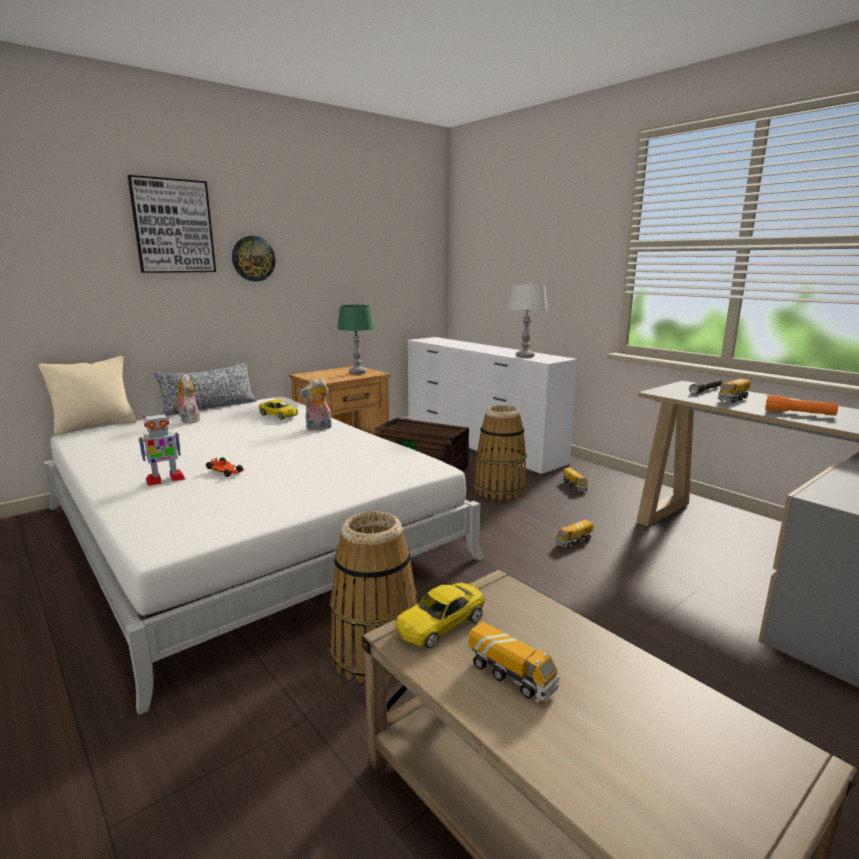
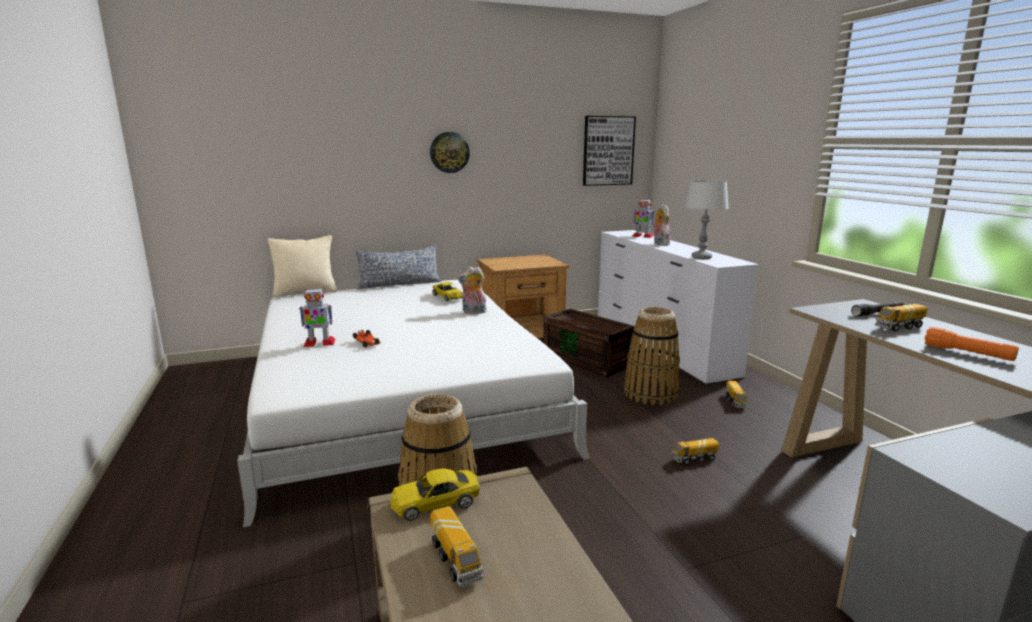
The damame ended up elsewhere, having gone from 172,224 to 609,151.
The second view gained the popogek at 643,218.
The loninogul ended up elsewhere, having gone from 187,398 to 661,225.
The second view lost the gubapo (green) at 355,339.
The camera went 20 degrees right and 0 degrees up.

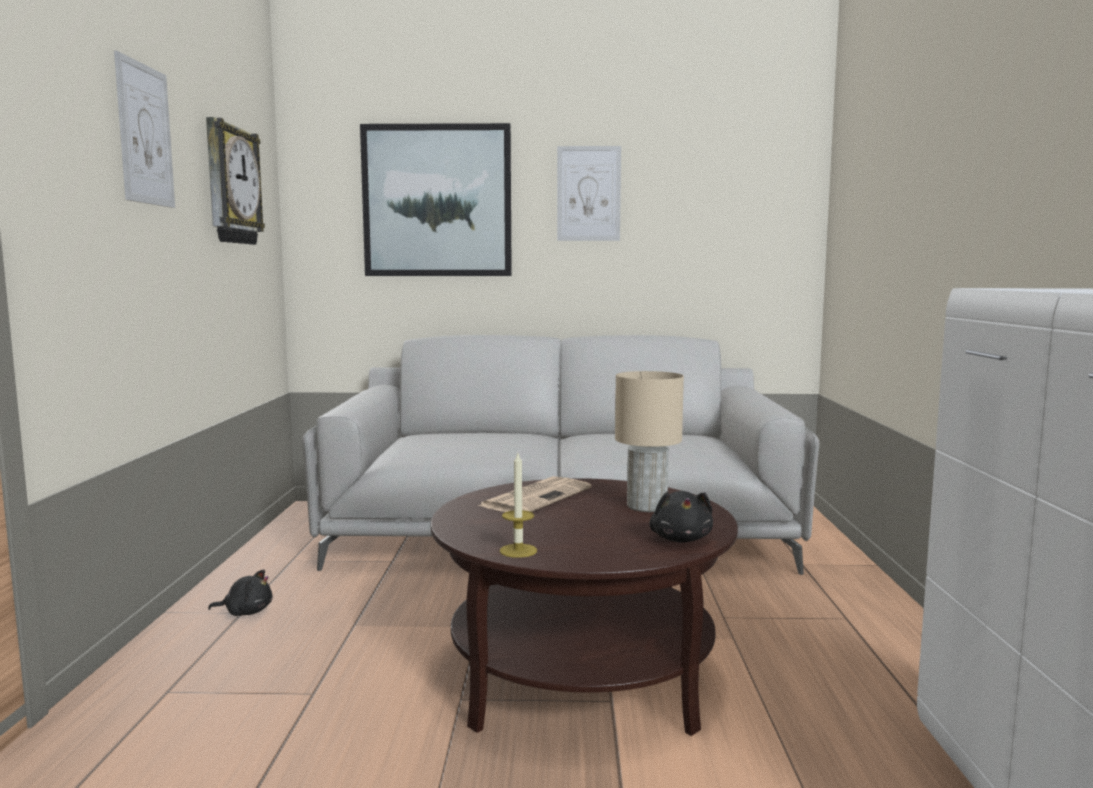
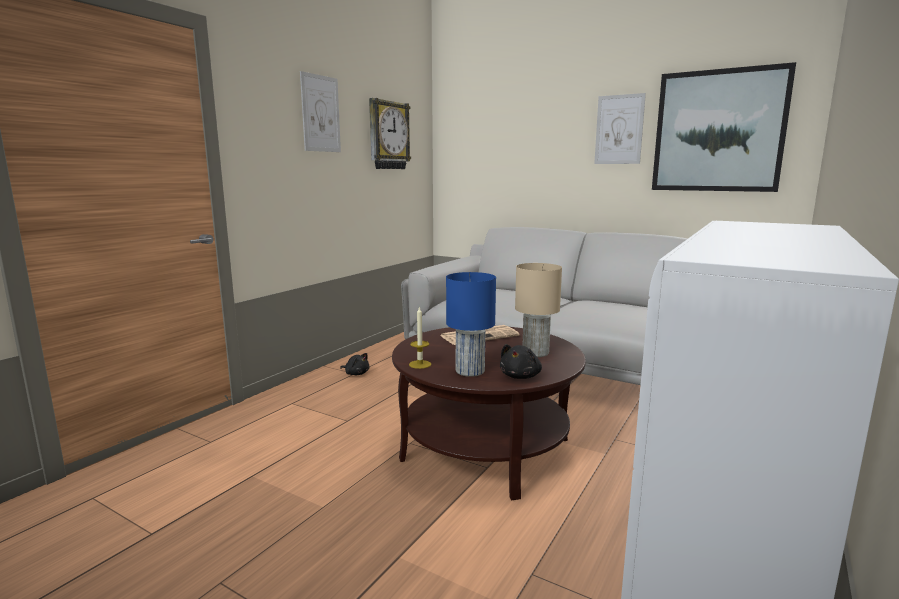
The second view gained the gubapo (blue) at 471,324.
The damame ended up elsewhere, having gone from 436,199 to 724,127.
The camera went 30 degrees right and 5 degrees up.

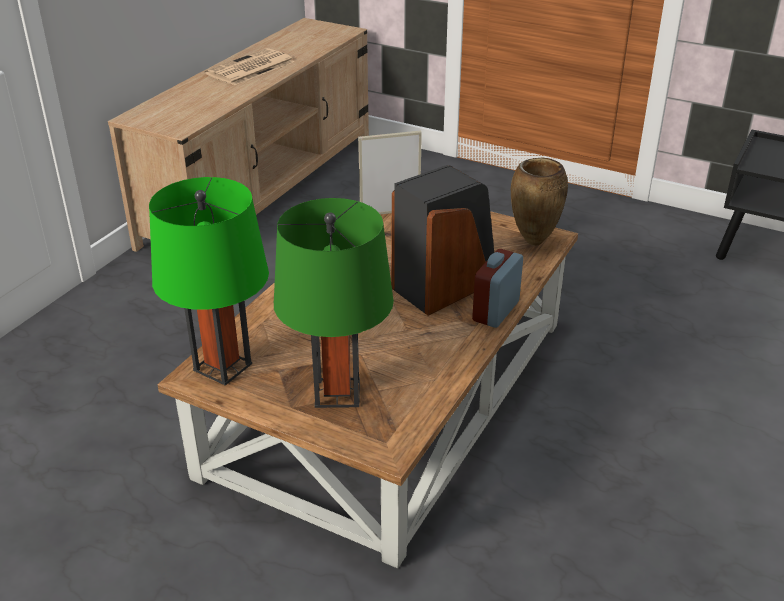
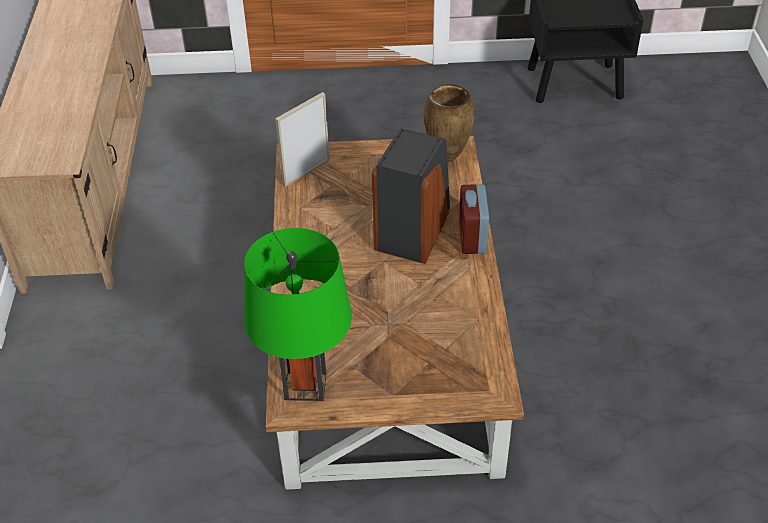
The second view lost the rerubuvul at 249,66.
The second view lost the gubapo (green) at 334,303.
The camera went 30 degrees left and 10 degrees up.

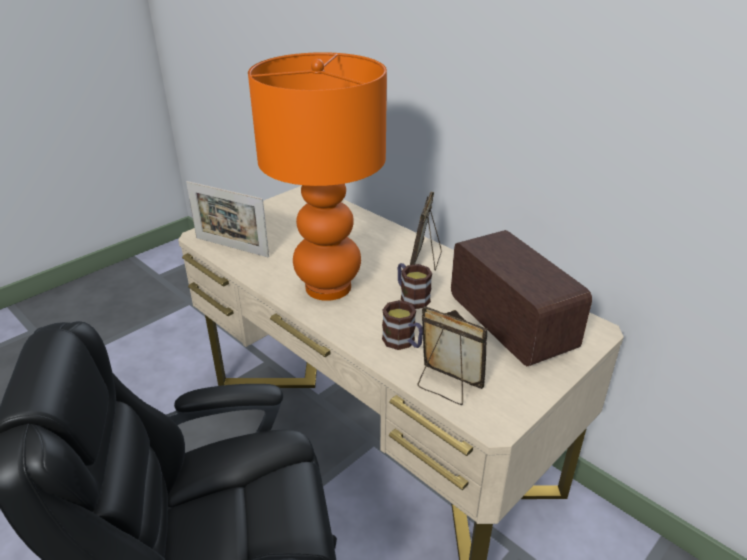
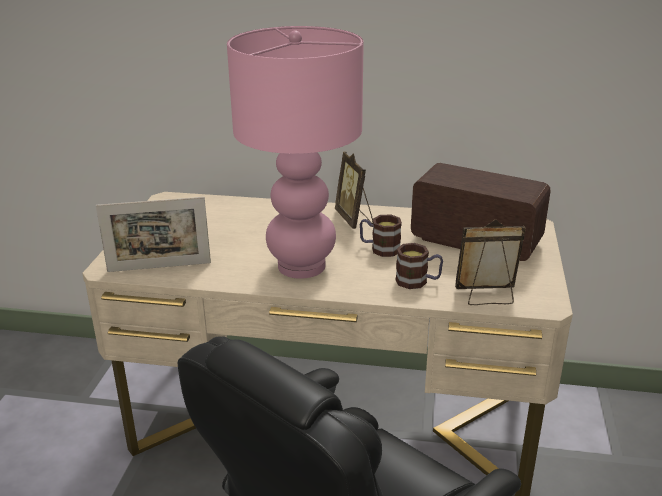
What was the gubapo (orange) at 317,176 turned into the gubapo (pink) at 295,152.
The camera went 35 degrees left and 5 degrees down.

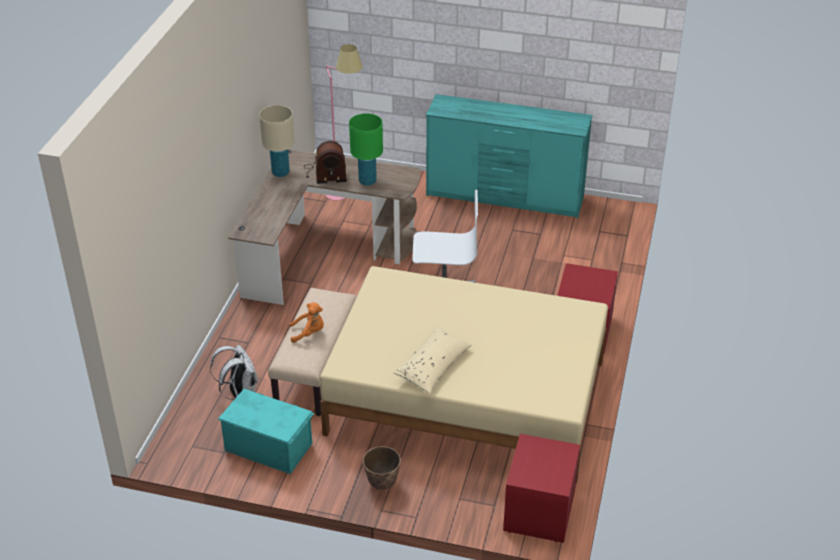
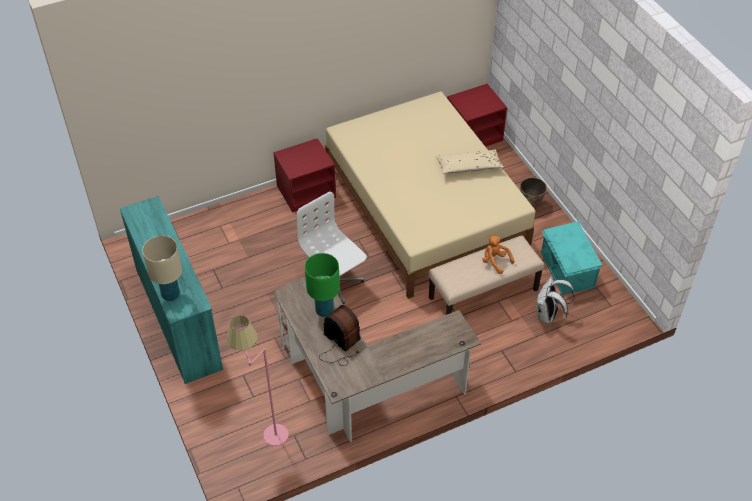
The gubapo (beige) ended up elsewhere, having gone from 276,141 to 162,268.
The camera went 130 degrees left and 10 degrees up.

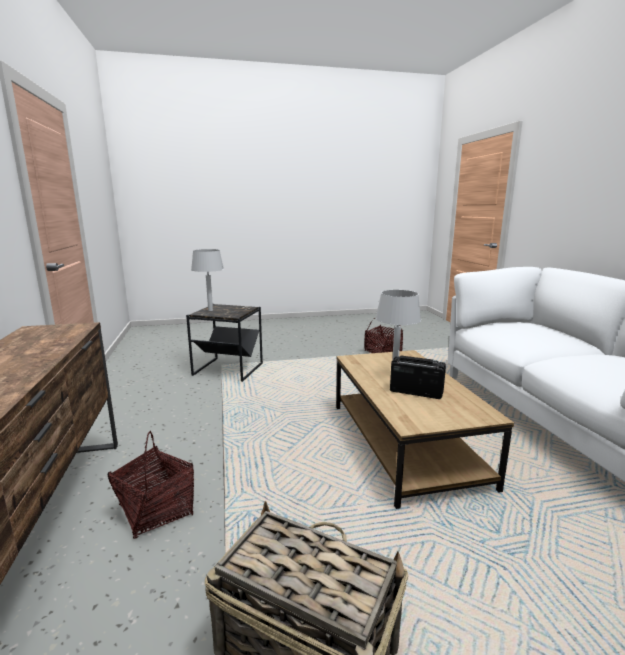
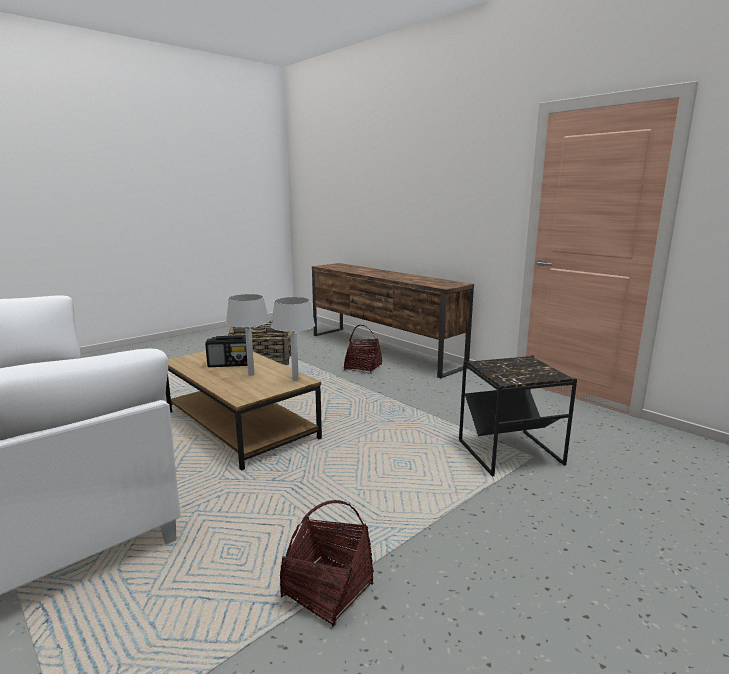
The gubapo (grey) ended up elsewhere, having gone from 207,280 to 293,339.
The camera went 150 degrees right and 0 degrees up.

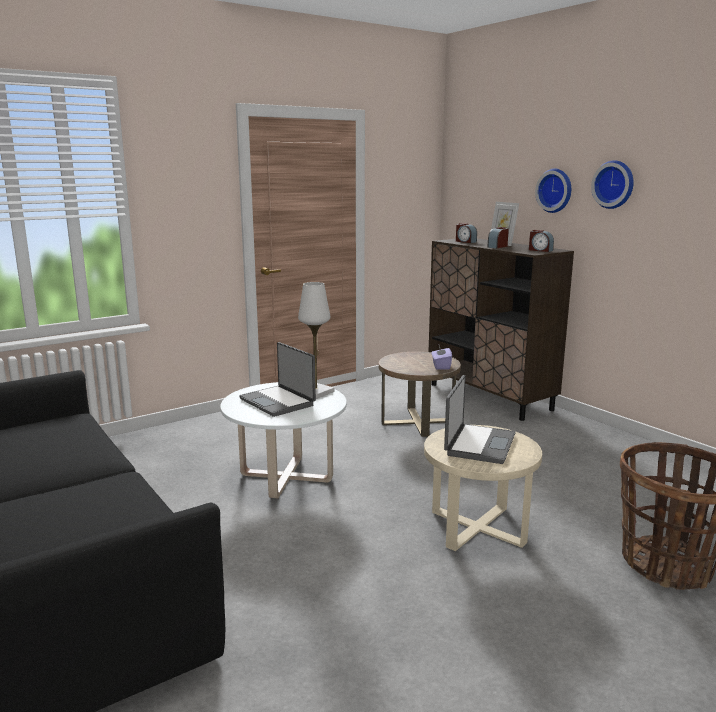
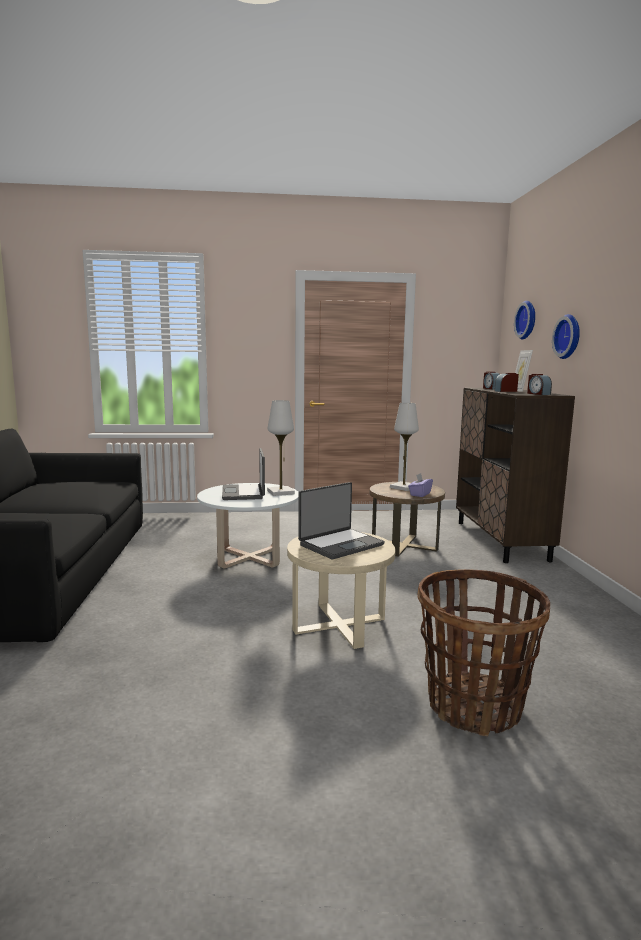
The second view gained the gubapo (white) at 404,447.
The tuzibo ended up elsewhere, having gone from 612,184 to 524,320.
The camera went 30 degrees right and 5 degrees down.

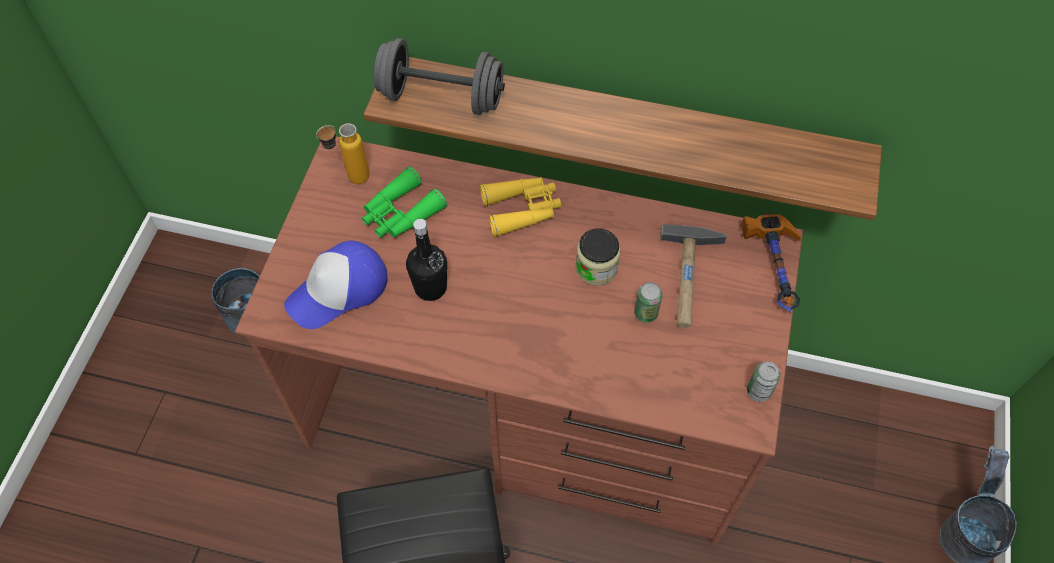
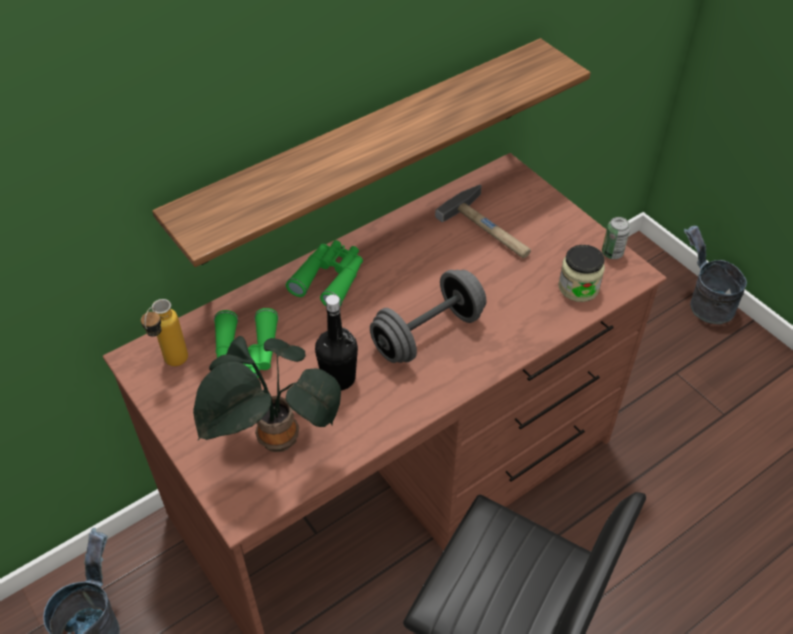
Where the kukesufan stood at 335,285, the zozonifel came to stand at 267,394.
What was the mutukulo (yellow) at 520,207 turned into the mutukulo (green) at 324,273.
The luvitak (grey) ended up elsewhere, having gone from 439,76 to 428,316.
The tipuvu ended up elsewhere, having gone from 598,256 to 582,273.
The second view lost the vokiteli at 648,302.
The second view lost the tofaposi at 771,263.
The camera went 50 degrees left and 10 degrees down.

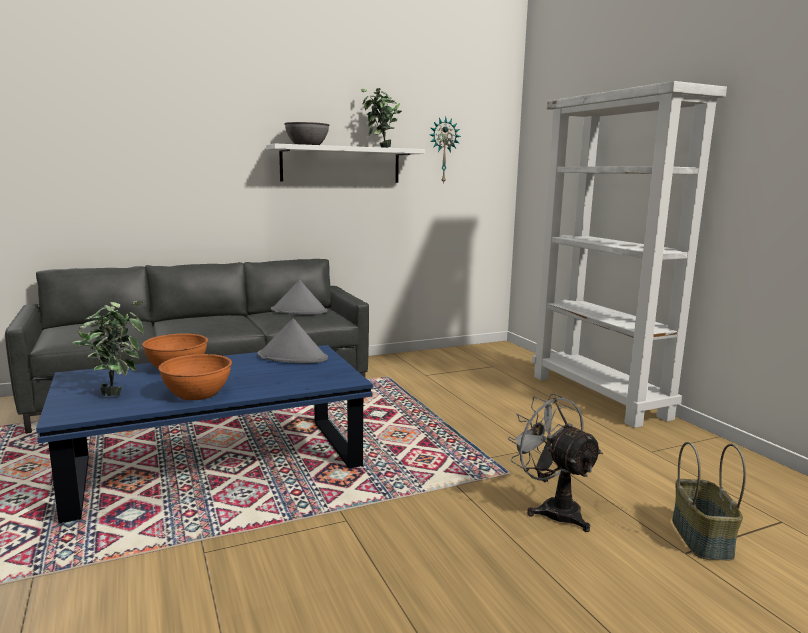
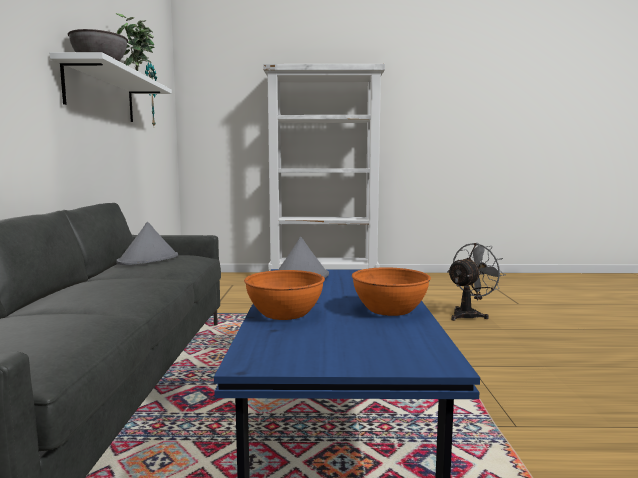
The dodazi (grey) at 555,462 ended up facing another way, 150 degrees clockwise from before.
The second view lost the zozonifel at 108,348.
The second view lost the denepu at 709,501.
The camera went 65 degrees left and 5 degrees down.

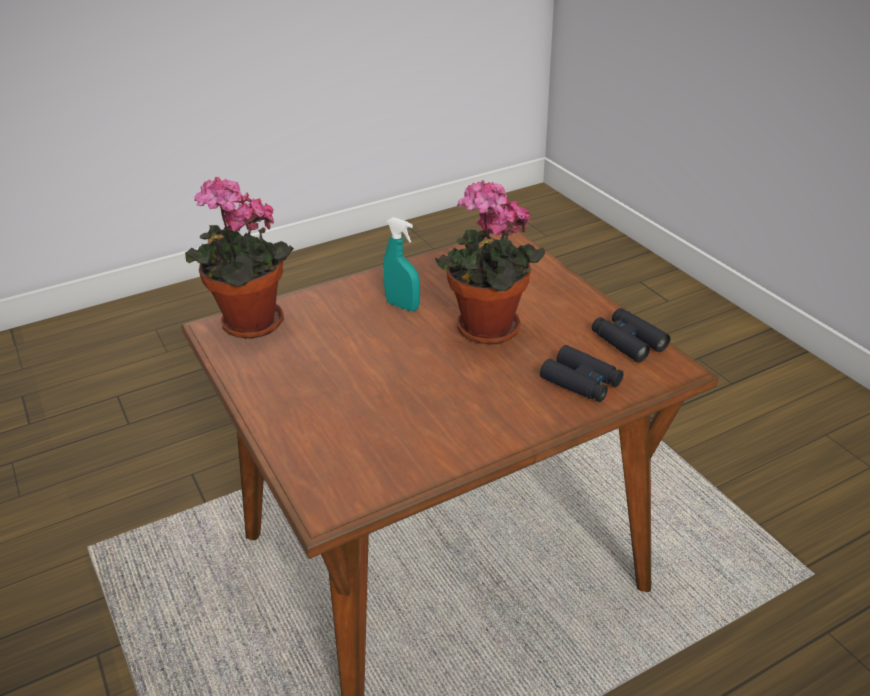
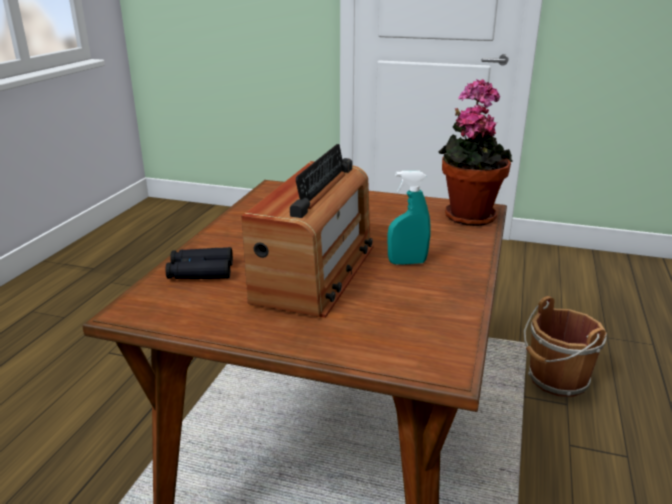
Where the zozonifel stood at 490,262, the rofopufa came to stand at 308,231.
The second view gained the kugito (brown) at 565,346.
The second view lost the mutukulo (black) at 631,335.
The camera went 135 degrees right and 10 degrees down.

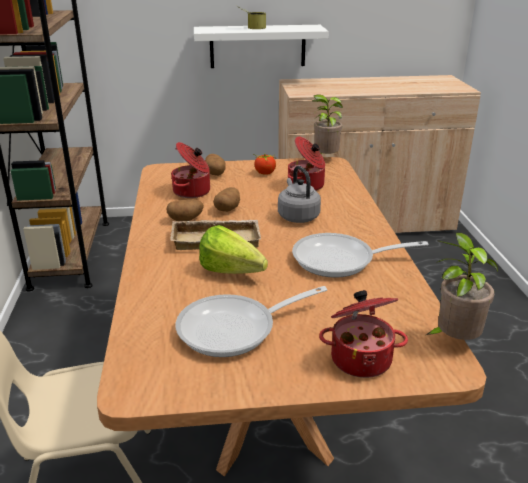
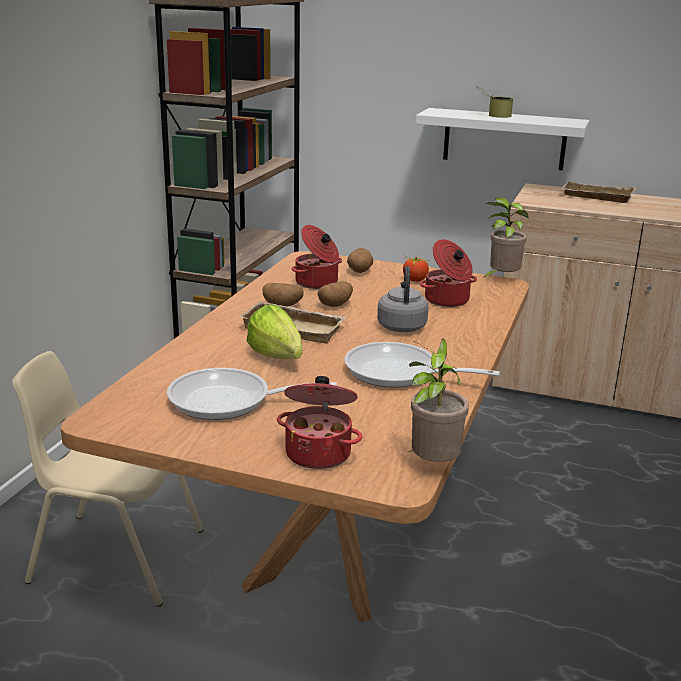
The second view gained the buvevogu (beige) at 598,192.
The camera went 25 degrees right and 5 degrees down.

